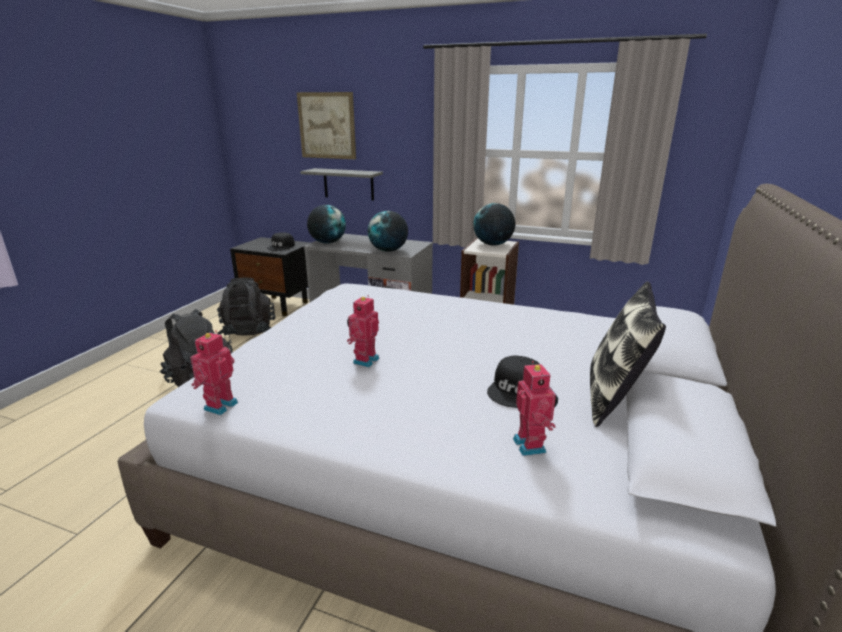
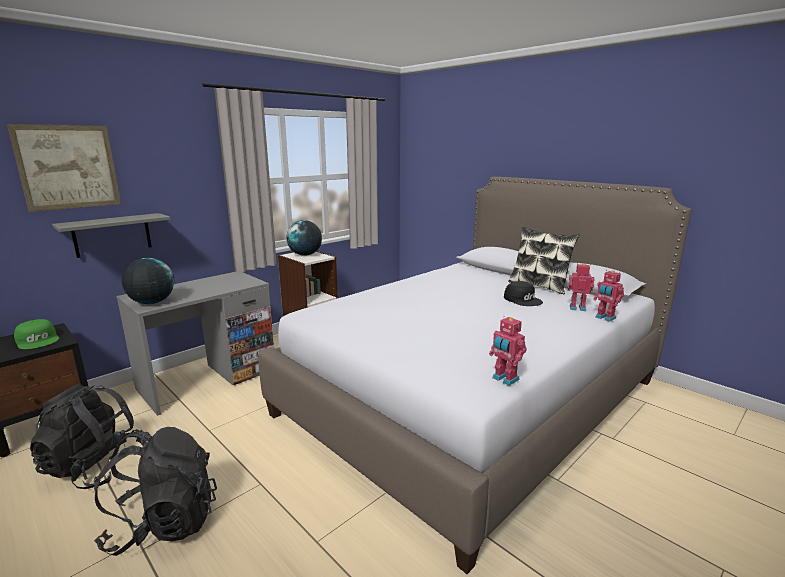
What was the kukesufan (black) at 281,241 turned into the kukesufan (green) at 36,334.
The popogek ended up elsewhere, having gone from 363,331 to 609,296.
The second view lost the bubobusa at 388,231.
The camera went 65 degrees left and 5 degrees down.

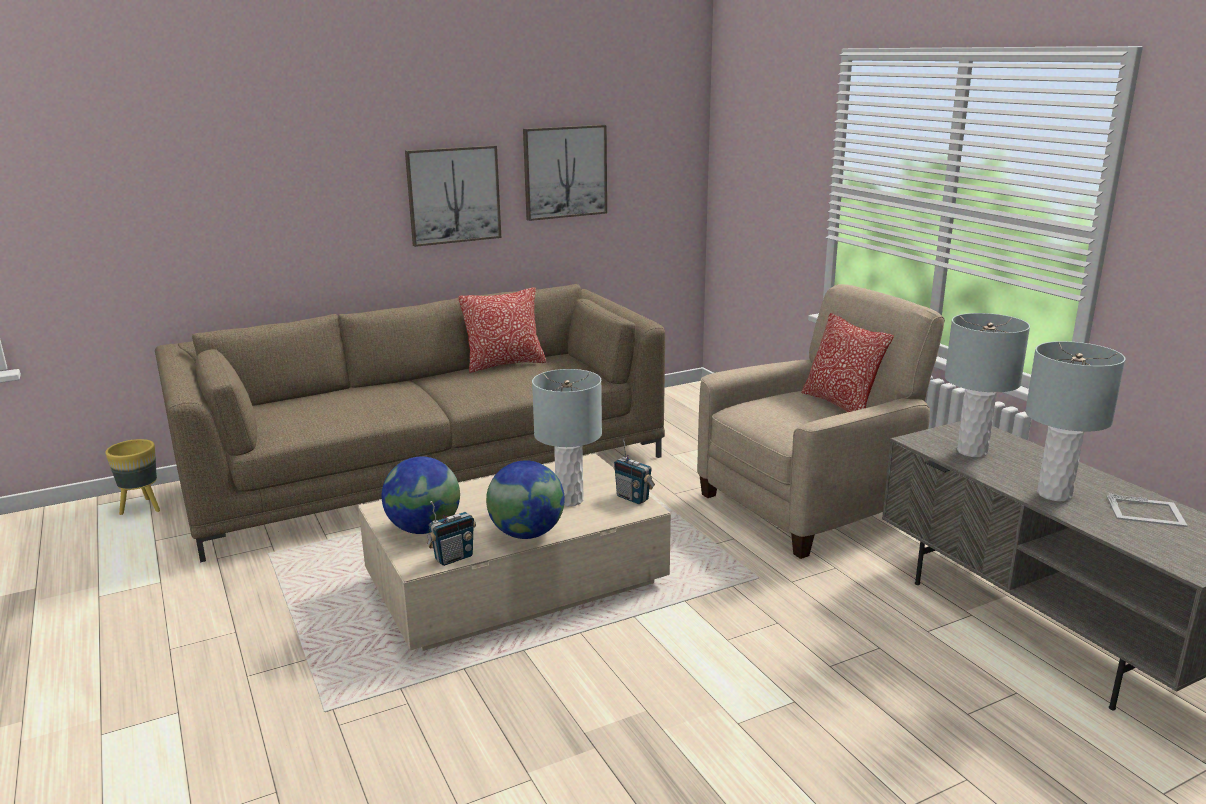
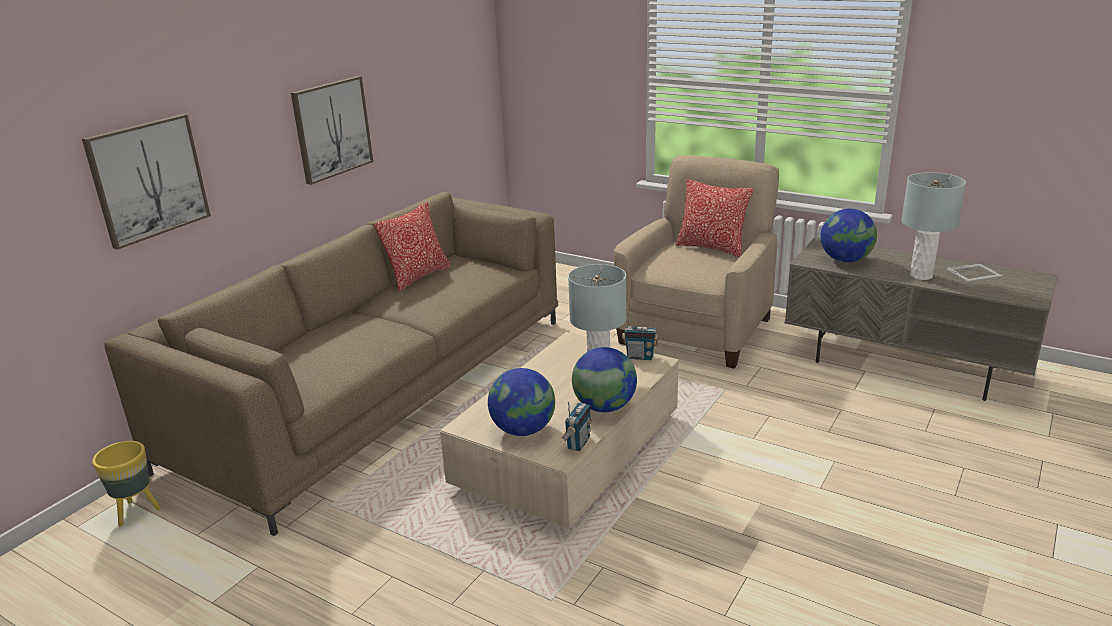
The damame ended up elsewhere, having gone from 565,173 to 146,182.
Where the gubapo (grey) stood at 987,385, the bubobusa came to stand at 848,235.
The camera went 30 degrees left and 5 degrees up.

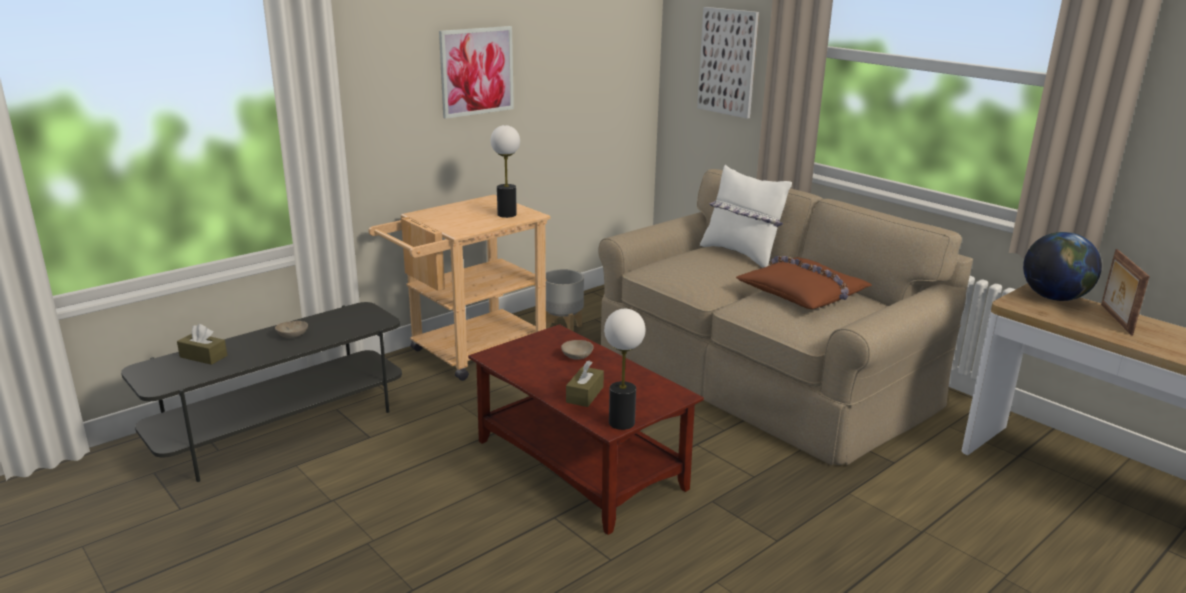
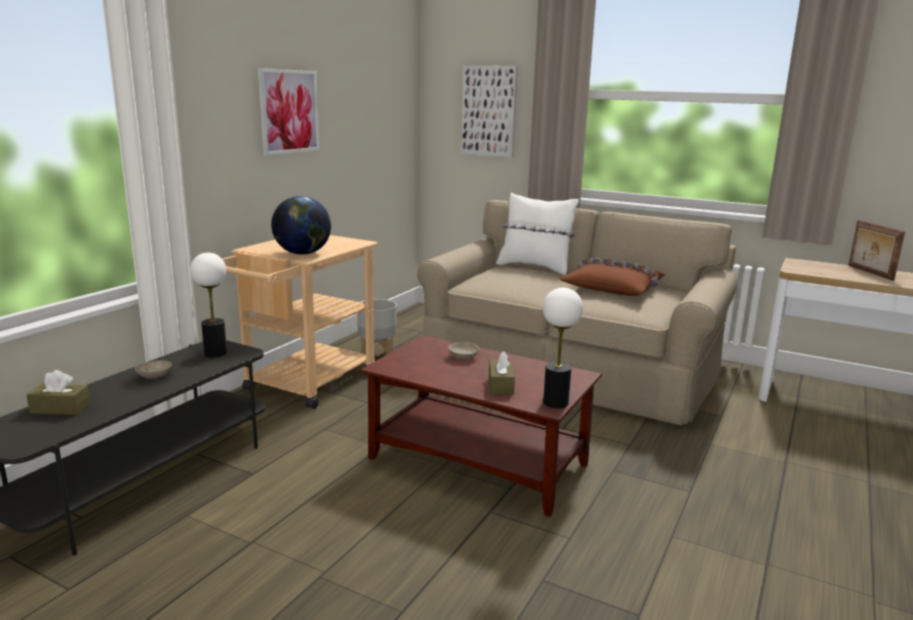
The gubapo ended up elsewhere, having gone from 505,171 to 208,305.
The bubobusa ended up elsewhere, having gone from 1062,266 to 301,225.
The camera went 20 degrees left and 5 degrees down.

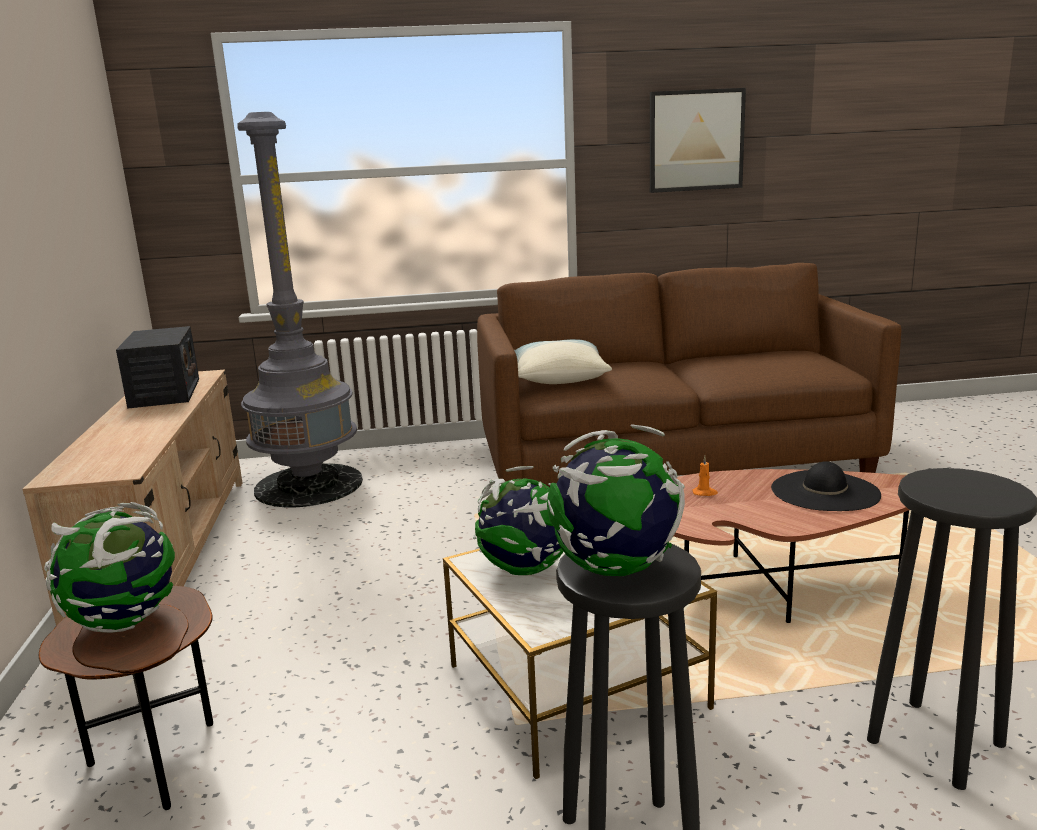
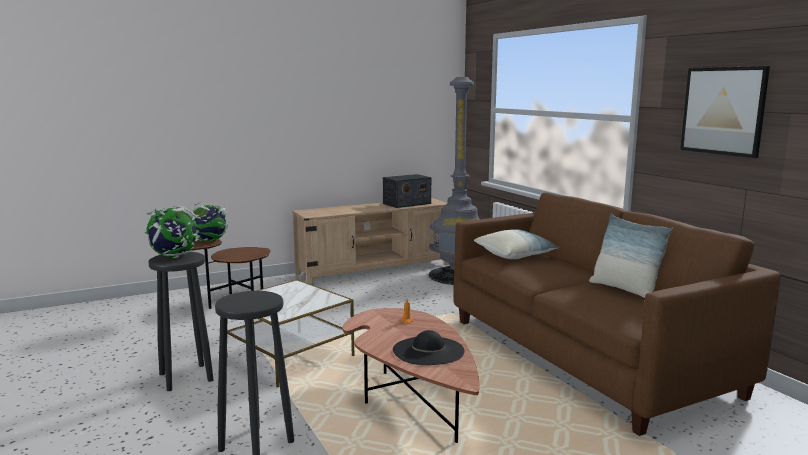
The second view gained the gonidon at 631,256.
The second view lost the bubobusa at 518,520.
The camera went 70 degrees right and 5 degrees down.

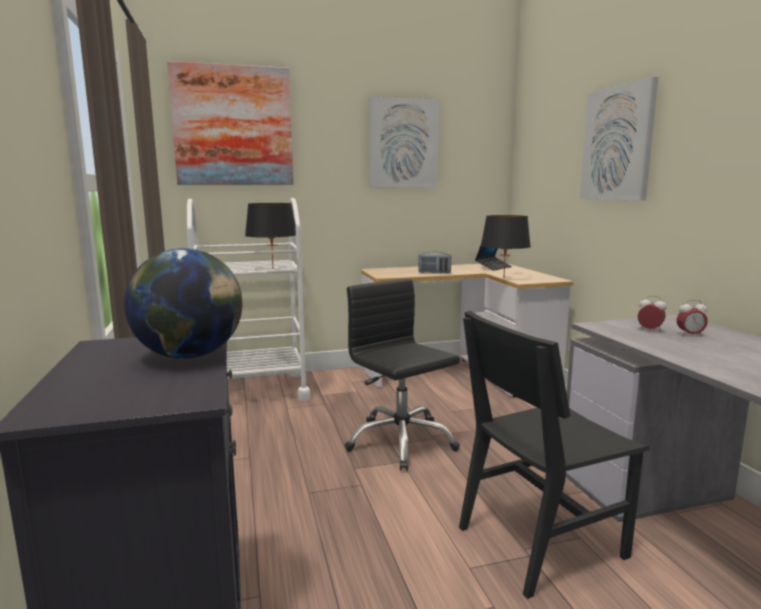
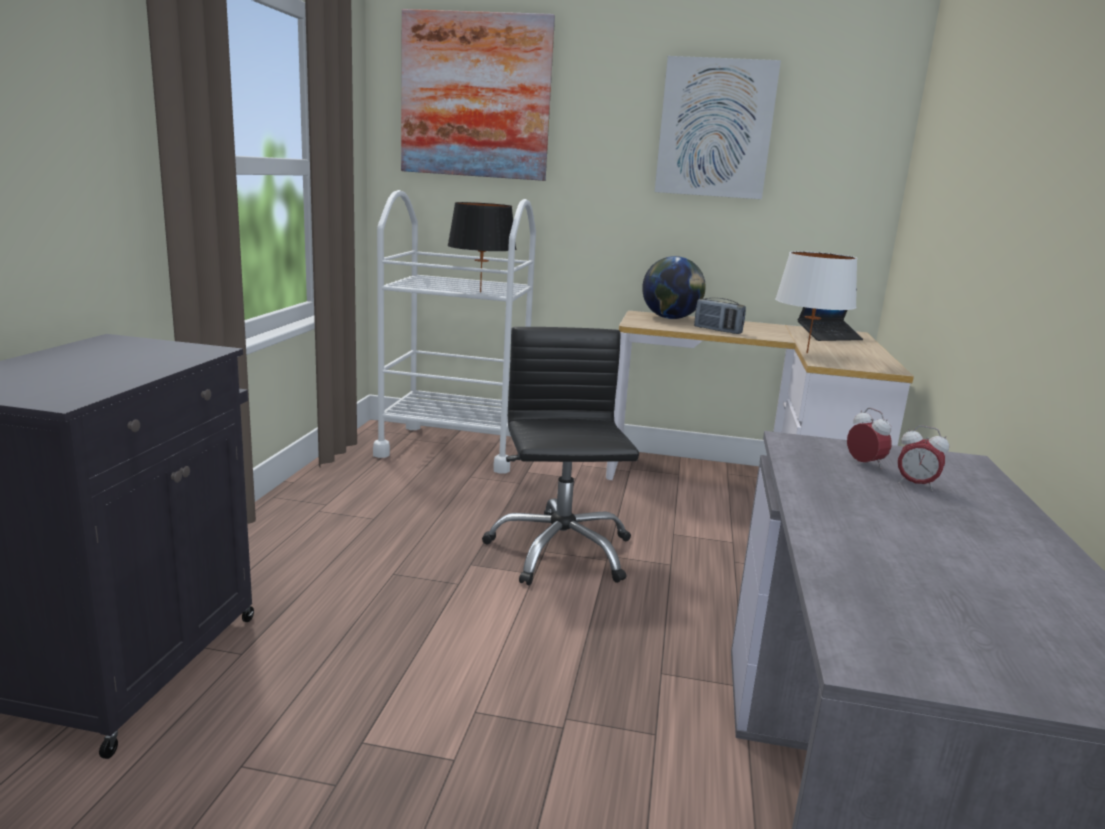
The bubobusa ended up elsewhere, having gone from 183,303 to 674,287.
What was the gubapo (black) at 506,245 turned into the gubapo (white) at 816,302.
The second view lost the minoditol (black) at 554,455.
The second view lost the damame at 619,139.
The camera went 25 degrees right and 5 degrees up.

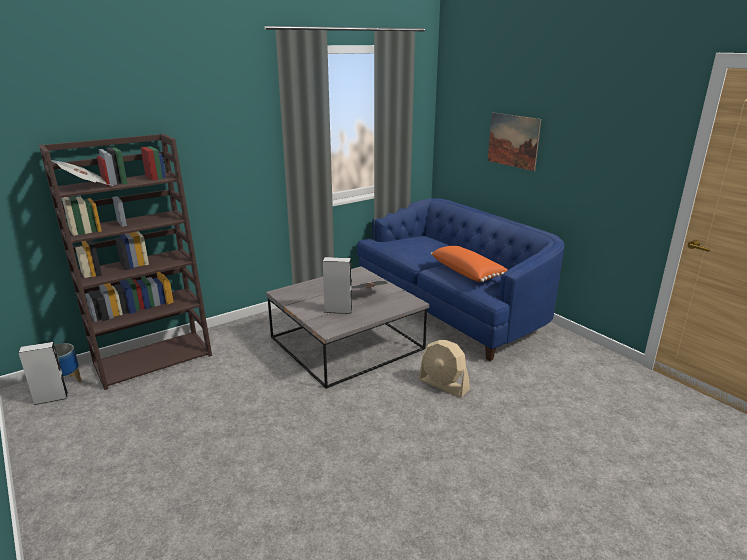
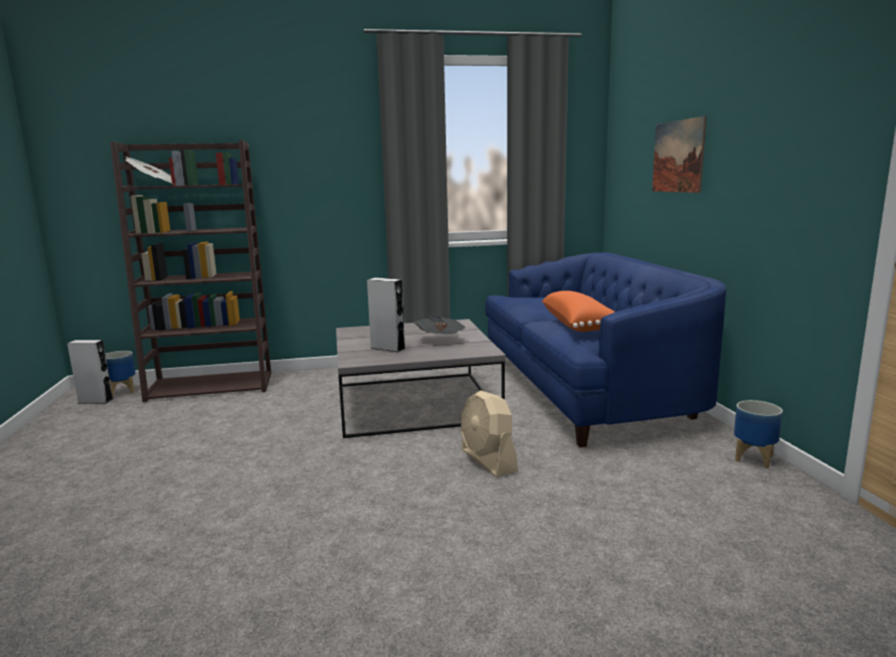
The second view gained the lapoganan at 758,434.
The camera went 25 degrees right and 10 degrees down.

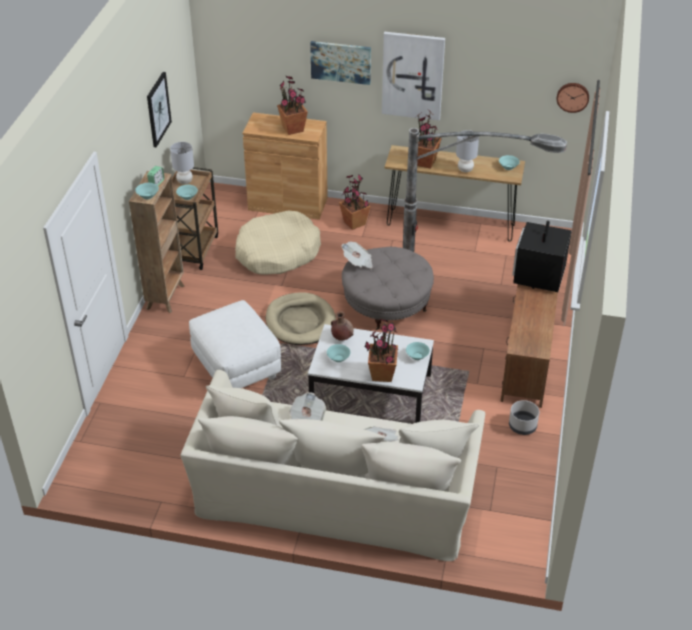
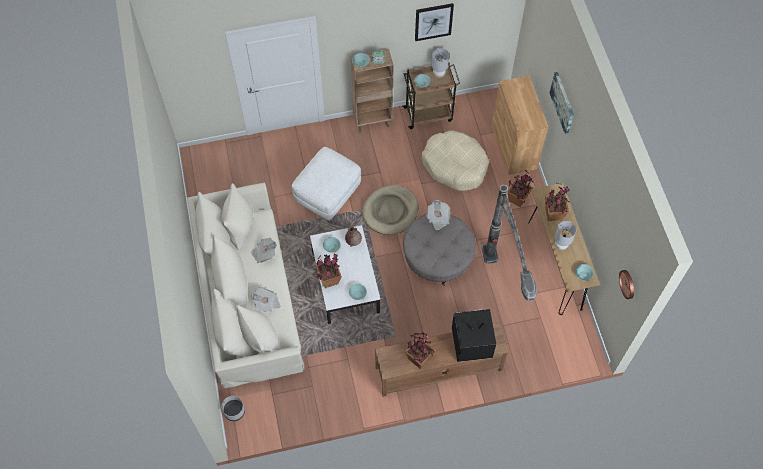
The lapoganan (grey) ended up elsewhere, having gone from 524,417 to 233,408.
The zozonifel ended up elsewhere, having gone from 292,105 to 420,350.
The second view lost the damame at 413,76.
The camera went 65 degrees right and 20 degrees up.

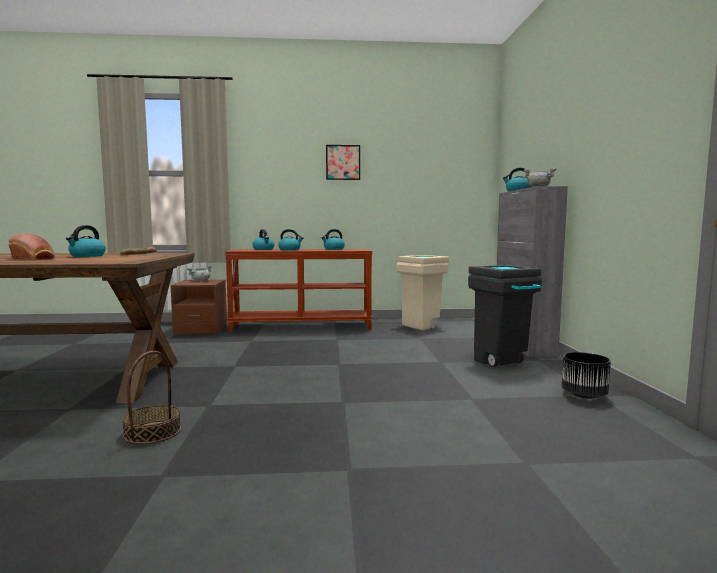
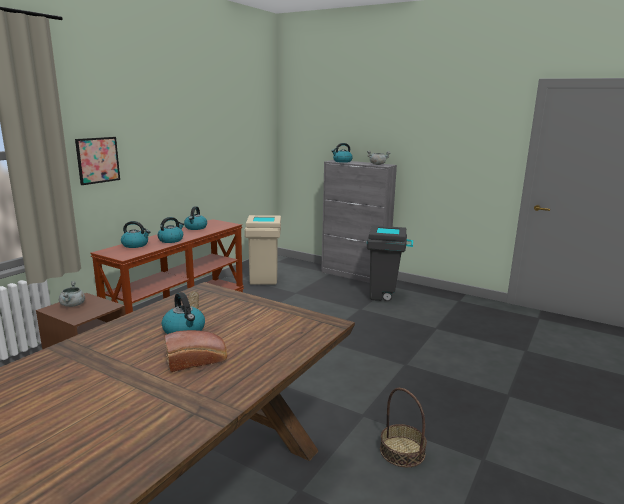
The damame ended up elsewhere, having gone from 343,162 to 97,161.
The second view lost the lapoganan (black) at 586,375.
The camera went 55 degrees left and 10 degrees up.

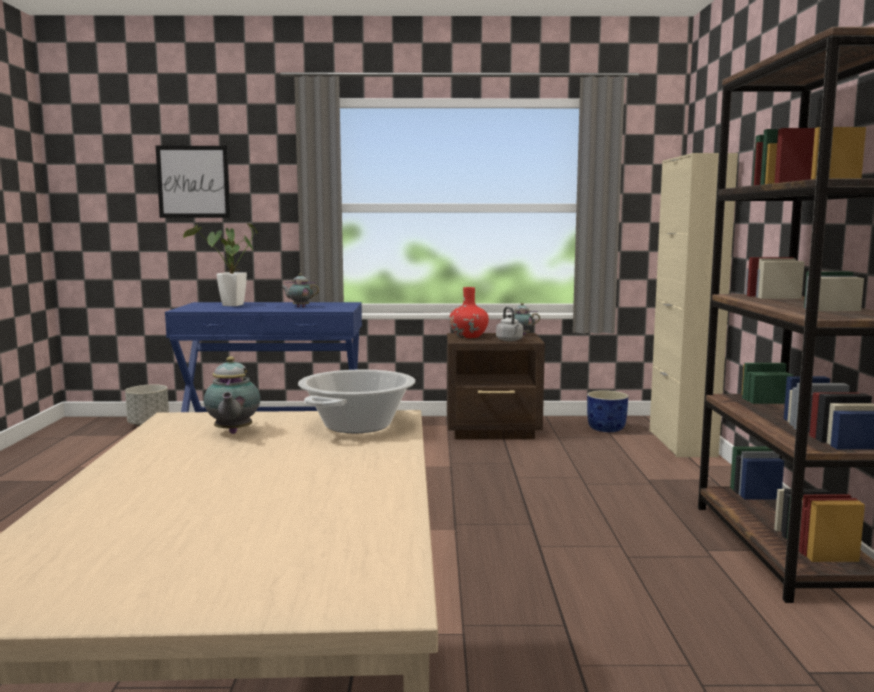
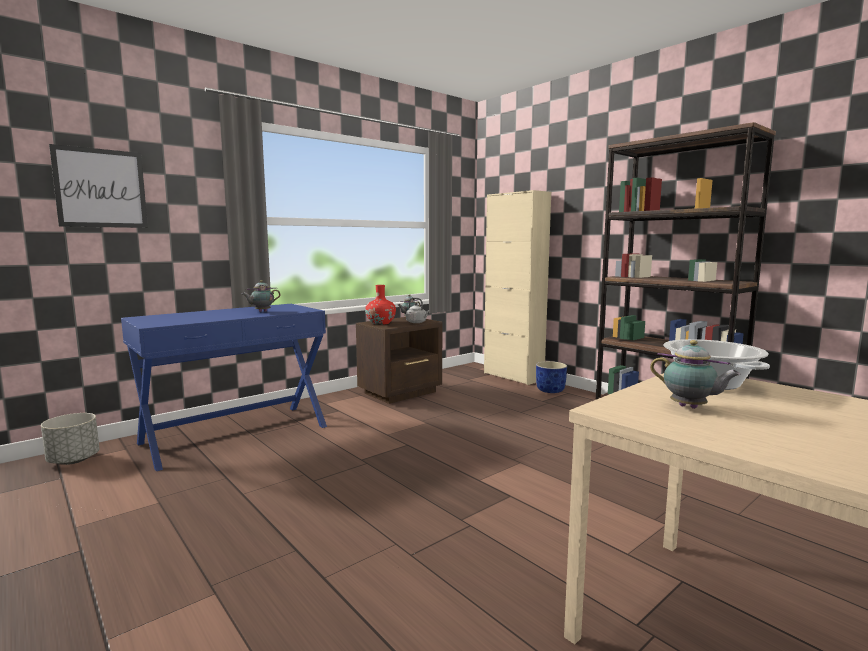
The lapoganan (blue) ended up elsewhere, having gone from 608,411 to 551,377.
The second view lost the zozonifel at 220,264.
The camera went 40 degrees left and 0 degrees up.

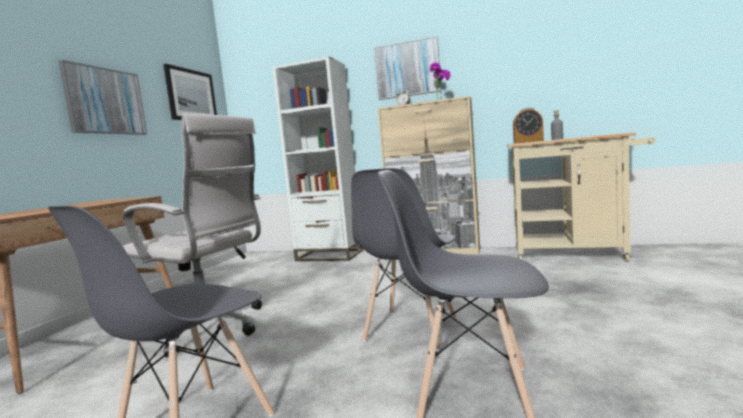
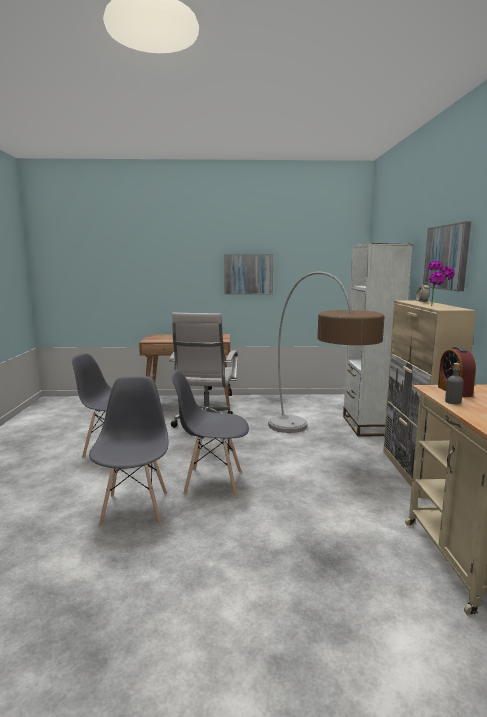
The second view gained the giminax at 326,352.
The second view lost the damame at 190,92.
The camera went 70 degrees right and 5 degrees up.

